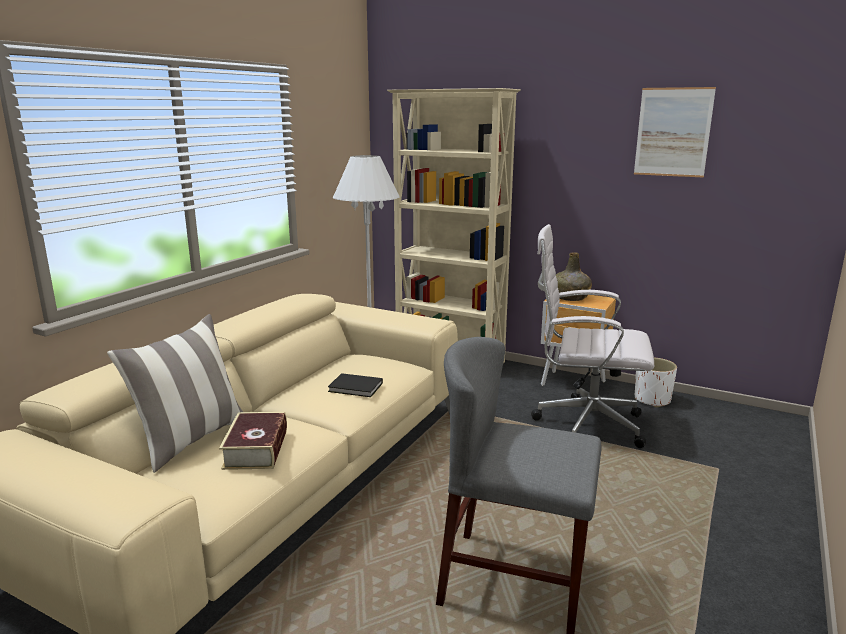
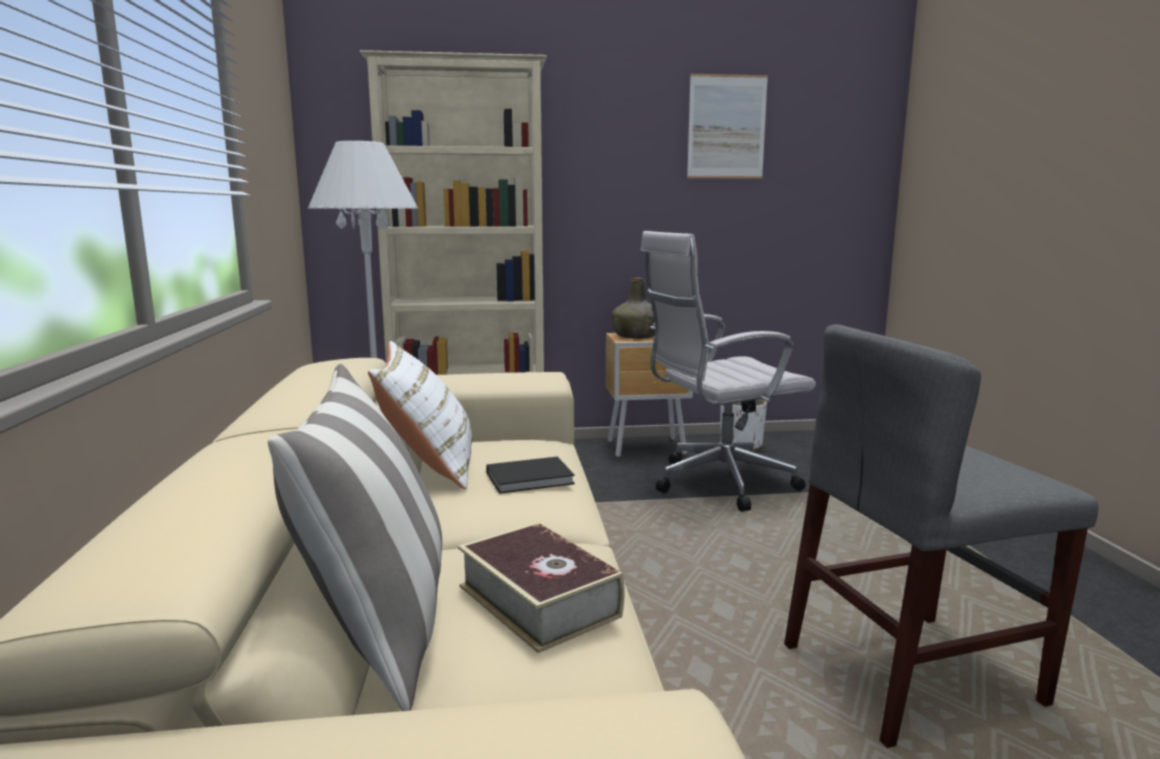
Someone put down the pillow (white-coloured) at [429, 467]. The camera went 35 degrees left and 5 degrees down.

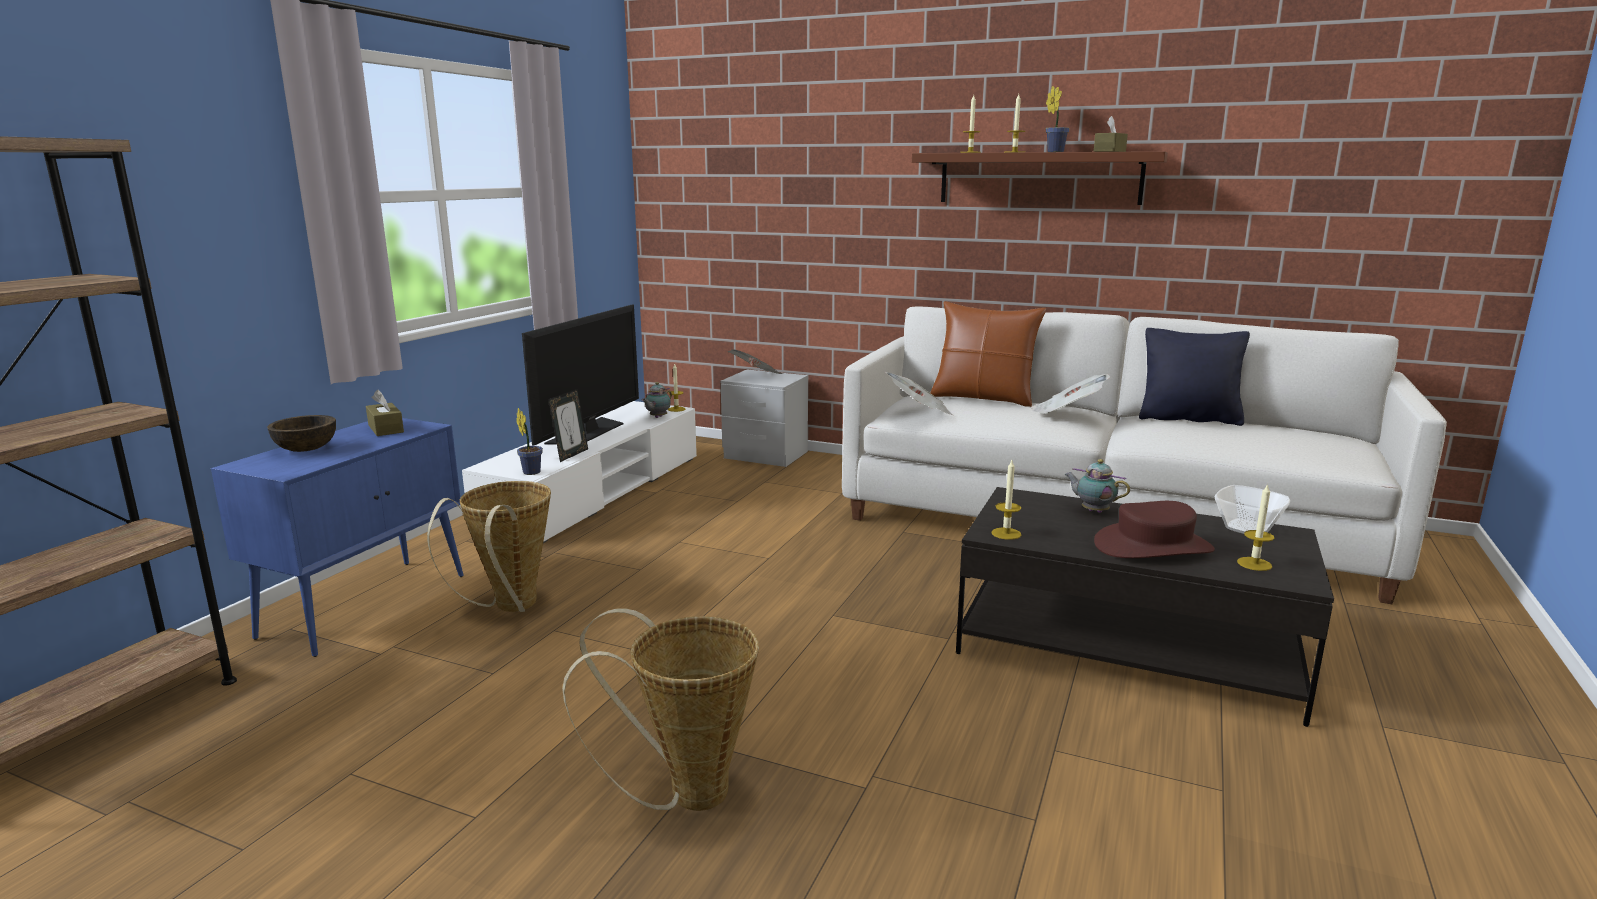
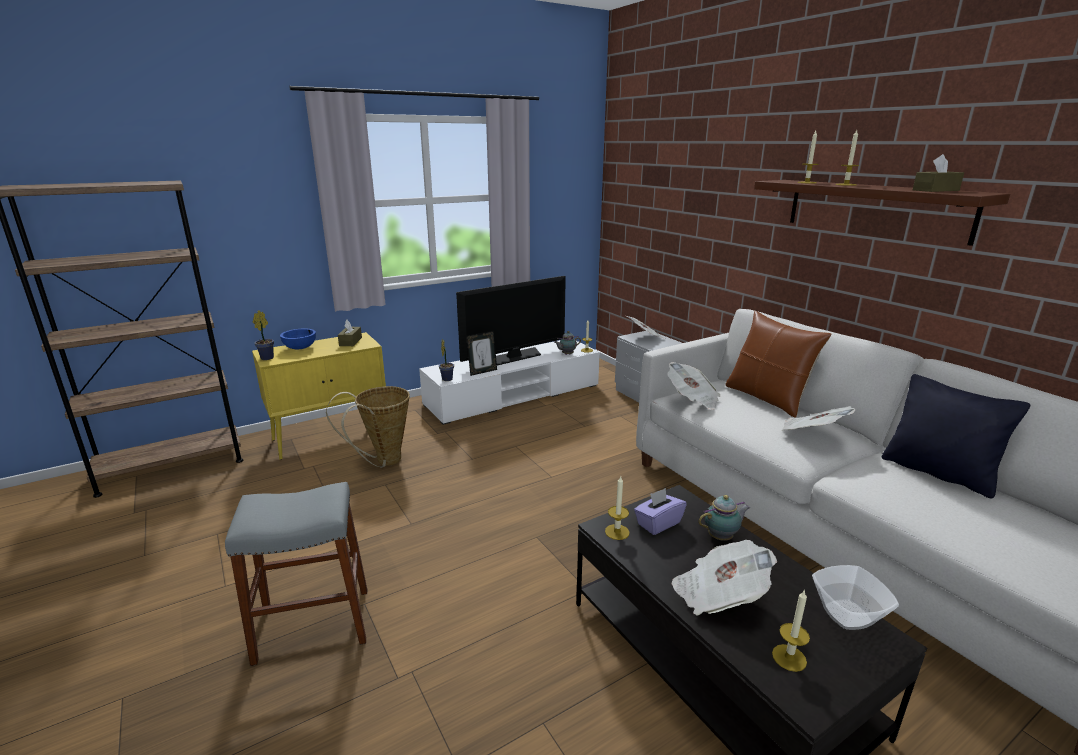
Someone swapped the basket at [685, 793] for the stool seat (grey) at [313, 625]. Someone repainted the storage cabinet (bluish) at [367, 604], which became the storage cabinet (yellowish) at [332, 436]. Someone carried the potted plant from [1054, 152] to [268, 357]. Someone repainted the deep dish (brownish) at [306, 449], which became the deep dish (bluish) at [300, 348]. Someone put down the box of tissues (purple) at [658, 523]. Someone swapped the hat (brownish) at [1153, 546] for the daily paper at [718, 595]. Someone rotated the teapot at [1093, 511] by 90 degrees clockwise. The camera went 35 degrees right and 5 degrees up.

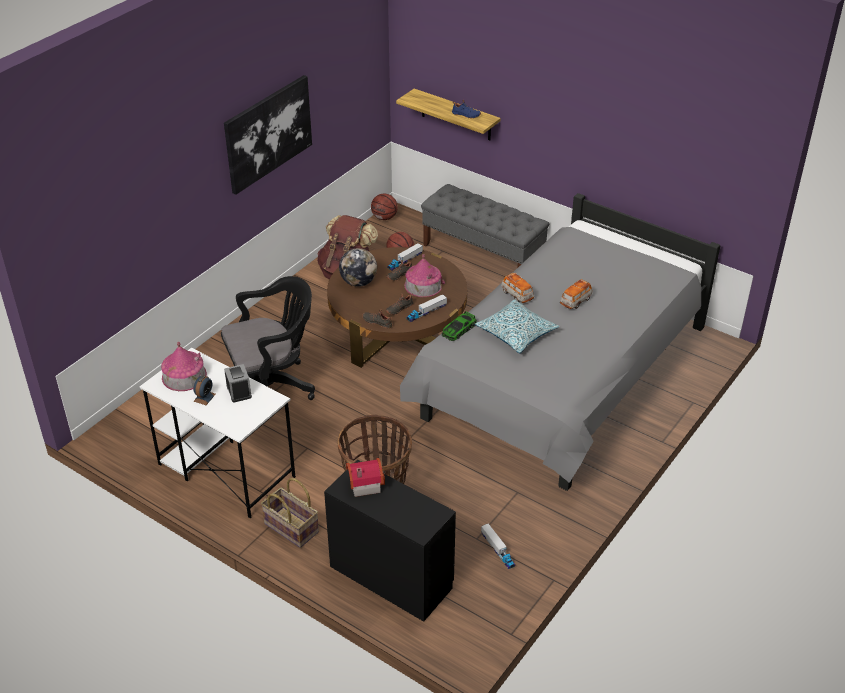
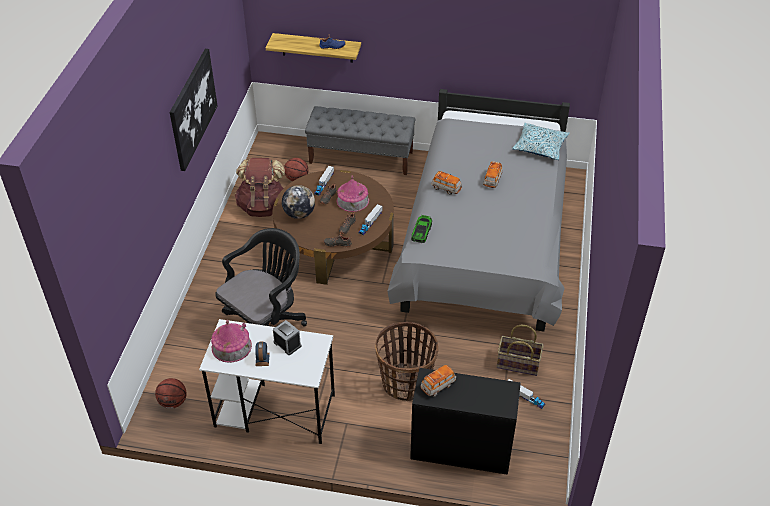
Someone carried the basketball from [384, 217] to [173, 402]. Someone swapped the model house at [363, 483] for the model car at [438, 386]. Someone carried the basket from [290, 528] to [517, 364]. Someone carried the pillow from [516, 333] to [540, 146]. The camera went 25 degrees left and 5 degrees up.

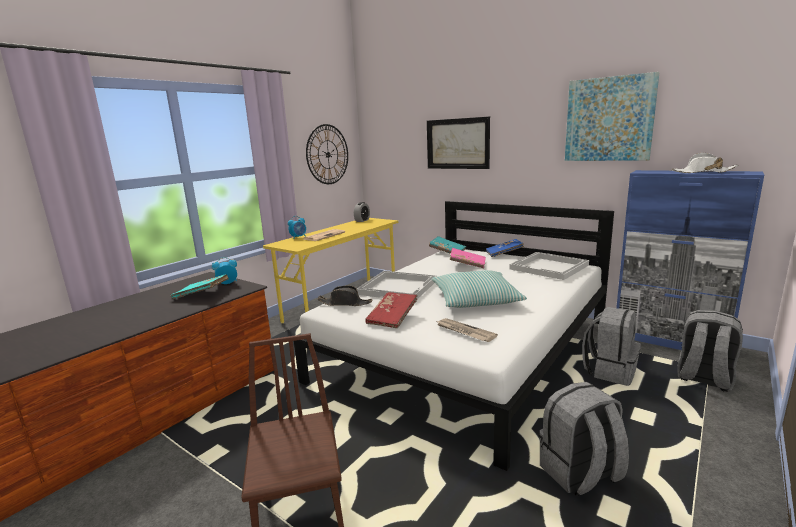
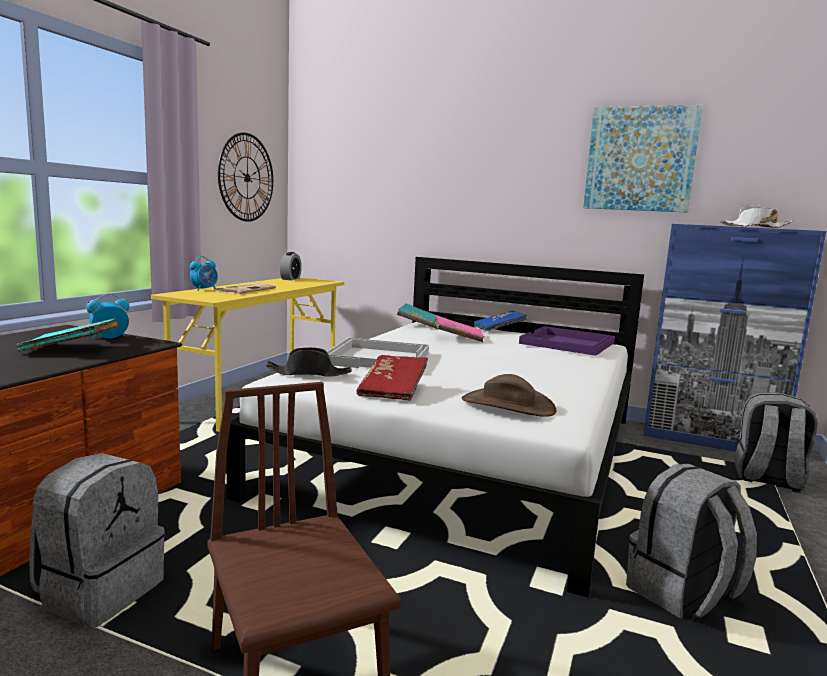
Someone carried the backpack (grey) from [609, 371] to [100, 591]. Someone swapped the daily paper at [464, 331] for the hat (brownish) at [507, 405]. Someone repainted the tray (white-coloured) at [549, 267], which became the tray (purple) at [568, 343]. Someone took away the wall picture at [457, 143]. Someone took away the pillow at [476, 299]. The camera went 15 degrees left and 5 degrees down.

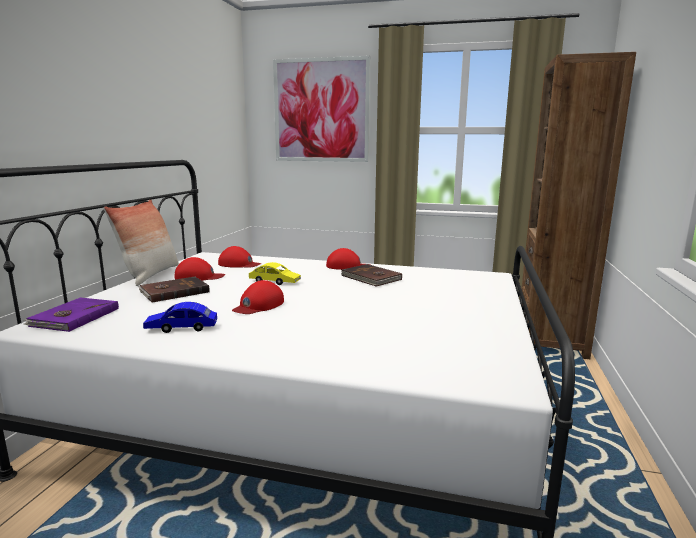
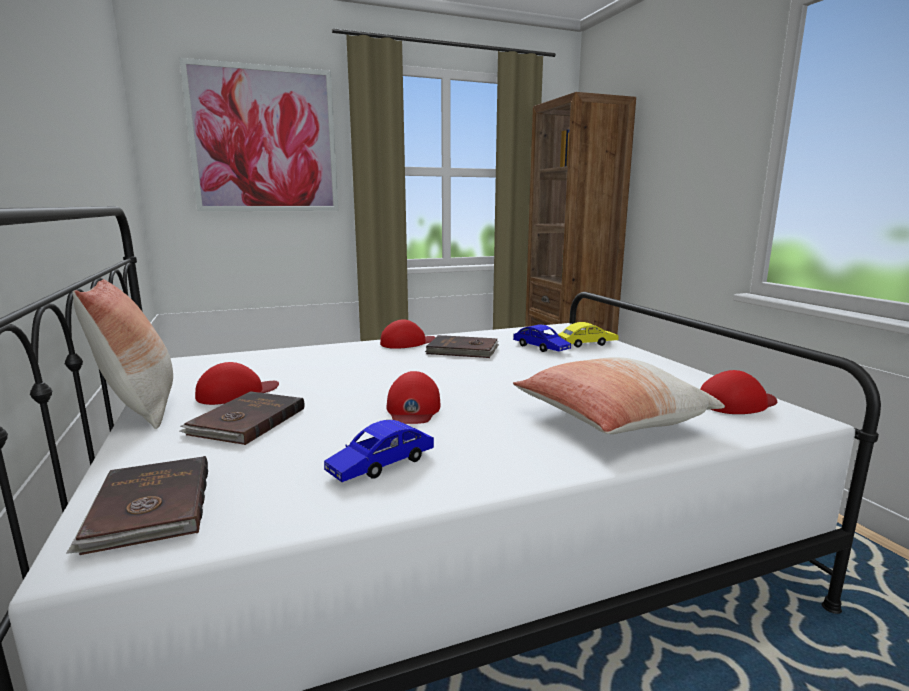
Someone repainted the volume (purple) at [73, 317], which became the volume (brownish) at [149, 508]. Someone put down the model car (bluish) at [541, 348]. Someone put down the pillow at [610, 420]. Someone carried the model car (yellowish) from [274, 282] to [587, 344]. Someone carried the peaked cap (reddish) from [239, 264] to [737, 403]. The camera went 35 degrees left and 0 degrees up.

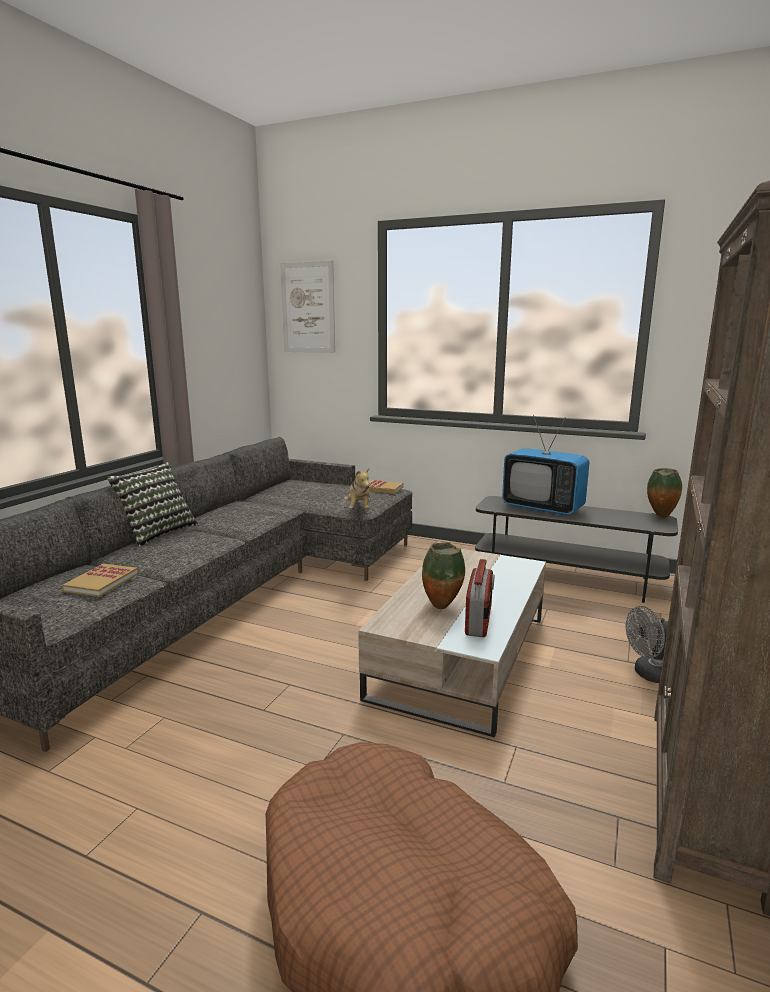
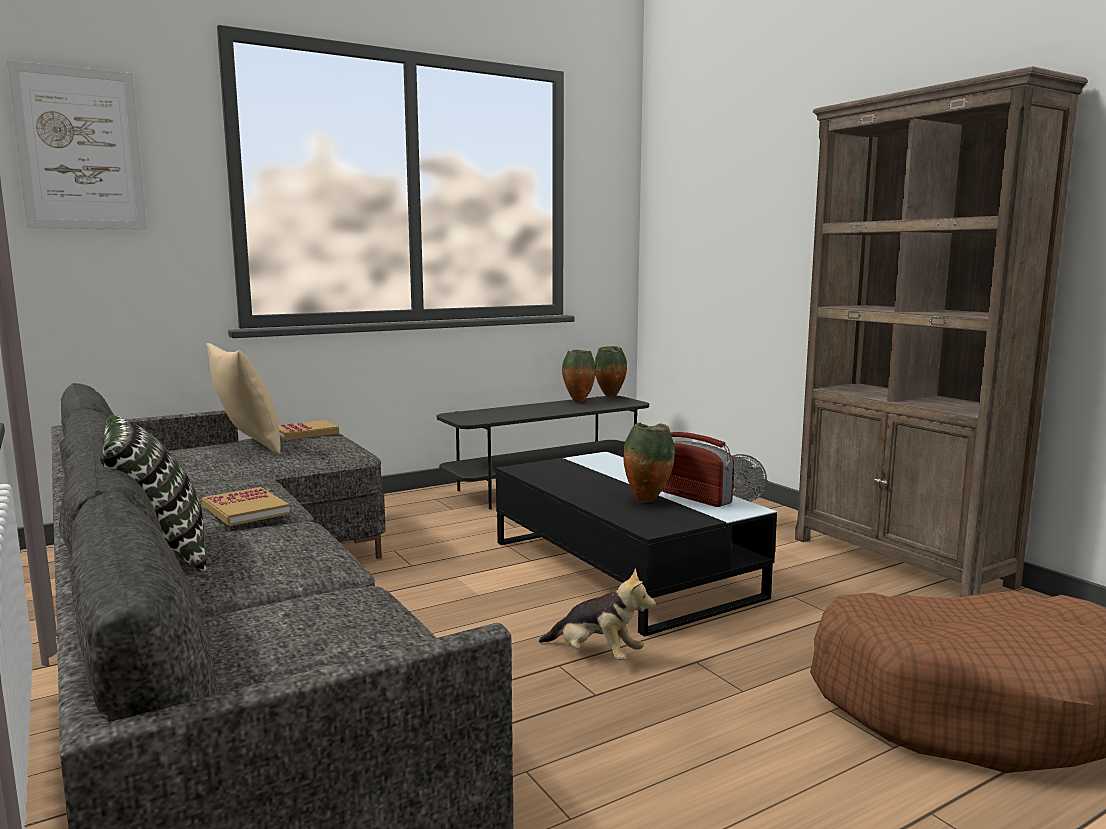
Someone carried the volume from [101, 582] to [245, 510]. Someone put down the pillow (sand-coloured) at [248, 446]. Someone repainted the low table (sand-coloured) at [461, 655], which became the low table (black-coloured) at [621, 568]. Someone carried the cuddly toy from [359, 509] to [596, 655]. Someone put down the decorative vase at [578, 401]. Someone took away the TV at [542, 508]. The camera went 55 degrees left and 5 degrees down.

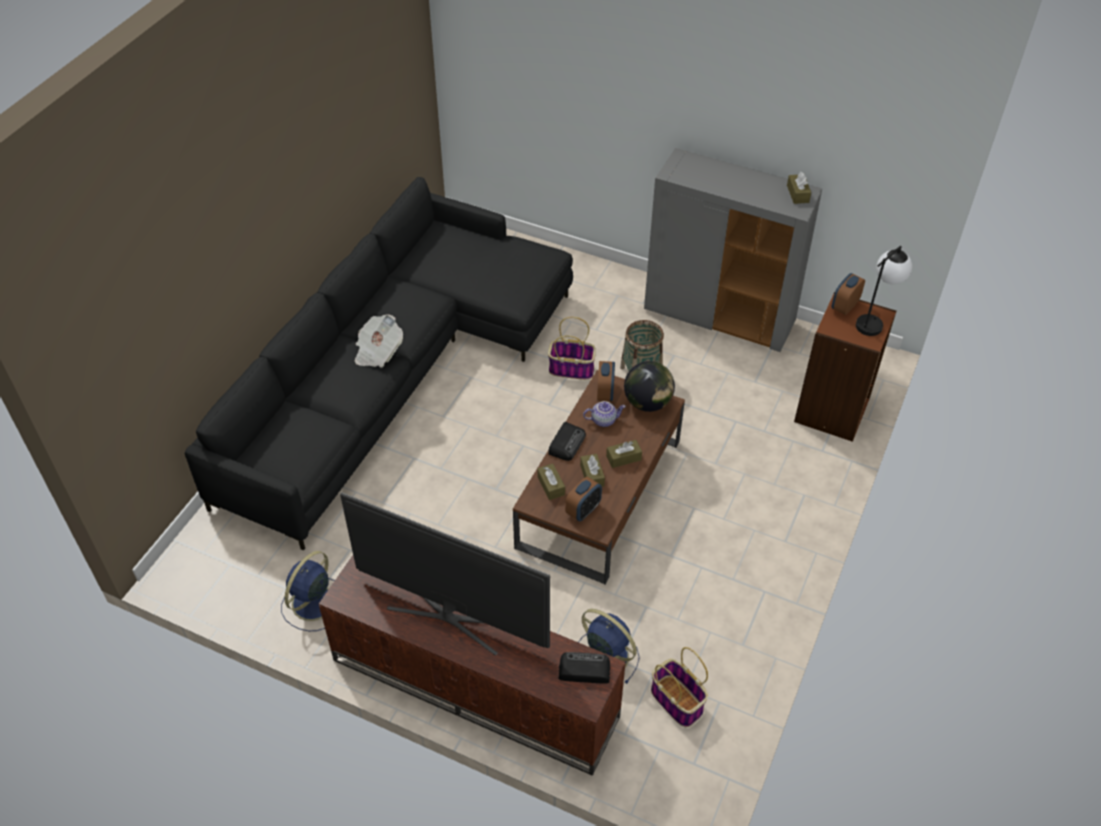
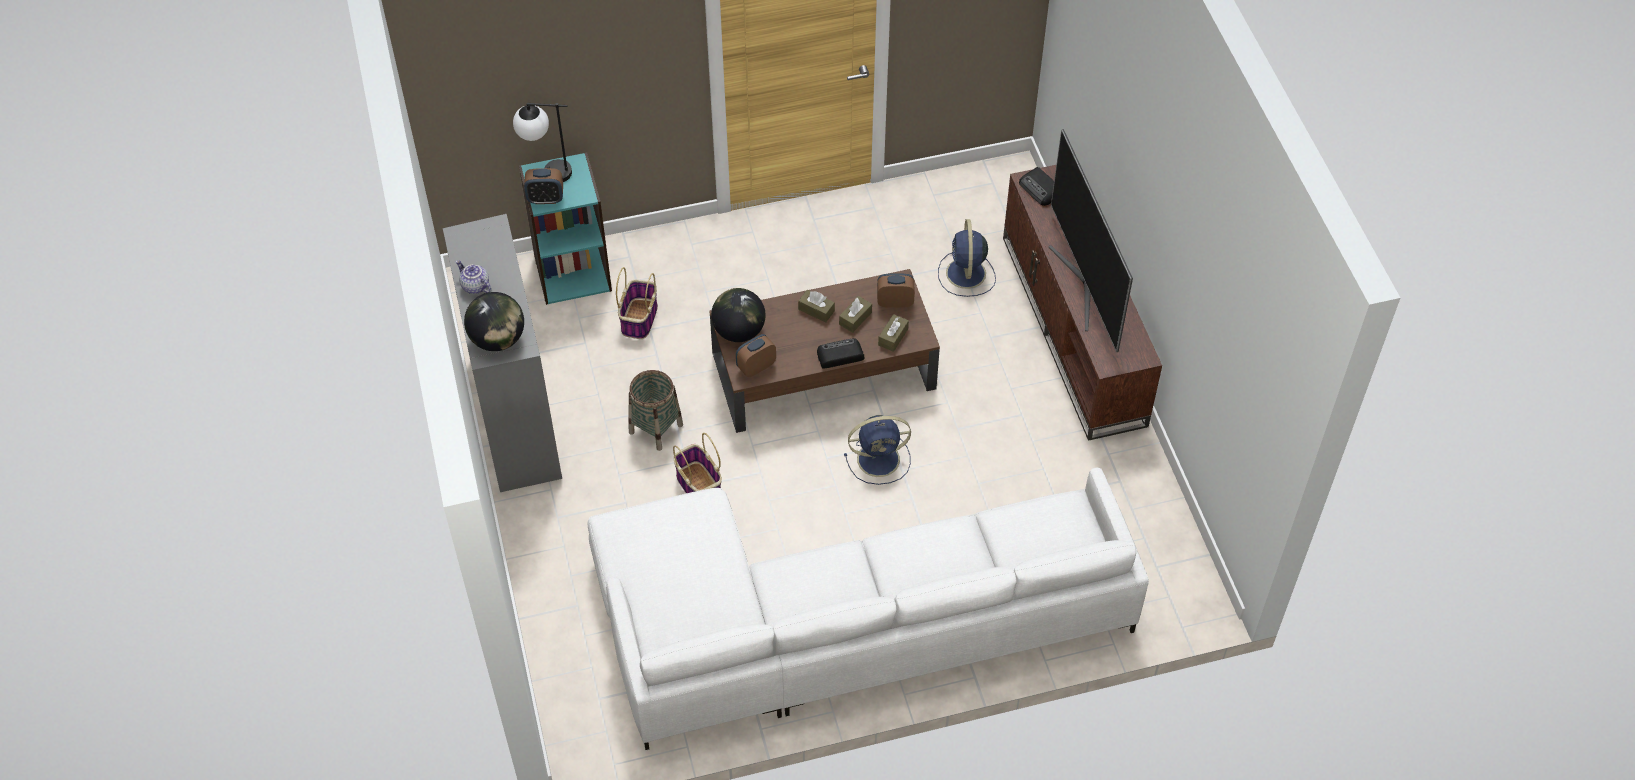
Someone carried the teapot from [603, 420] to [474, 286]. Someone put down the world globe at [498, 339]. Someone repainted the shelving unit (brownish) at [832, 411], which became the shelving unit (turquoise) at [572, 272]. Someone repainted the couch (black-coloured) at [396, 373], which became the couch (white-coloured) at [841, 623]. Someone carried the basket from [677, 701] to [639, 318]. Someone carried the fan (bluish) from [311, 604] to [880, 459]. Someone took away the daily paper at [378, 352]. Someone took away the box of tissues (brownish) at [797, 194]. The camera went 130 degrees left and 5 degrees up.

